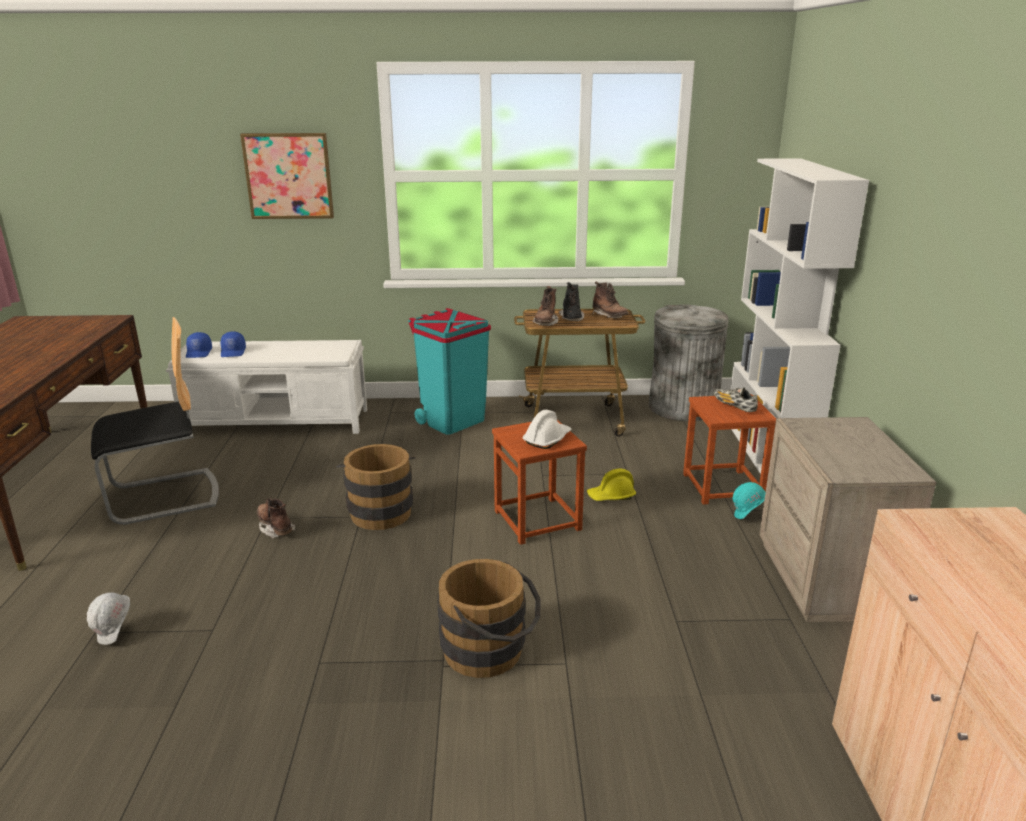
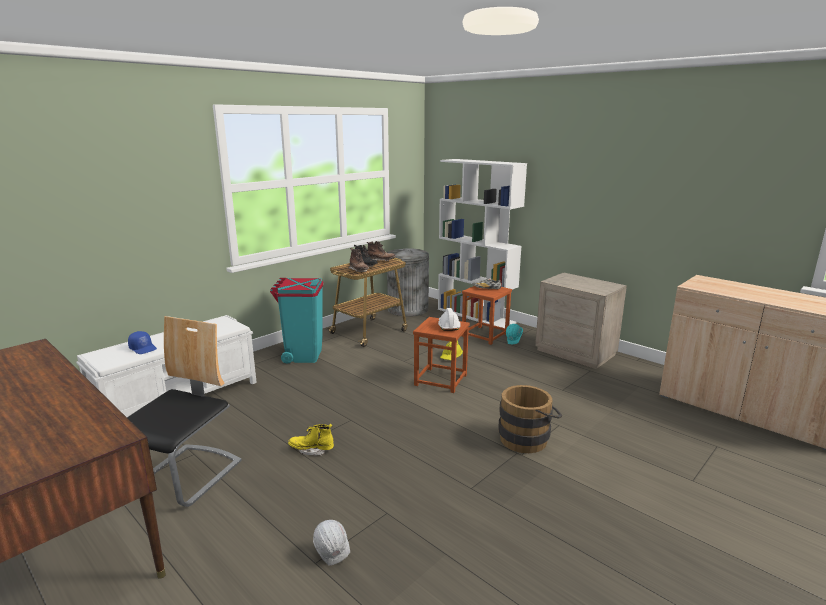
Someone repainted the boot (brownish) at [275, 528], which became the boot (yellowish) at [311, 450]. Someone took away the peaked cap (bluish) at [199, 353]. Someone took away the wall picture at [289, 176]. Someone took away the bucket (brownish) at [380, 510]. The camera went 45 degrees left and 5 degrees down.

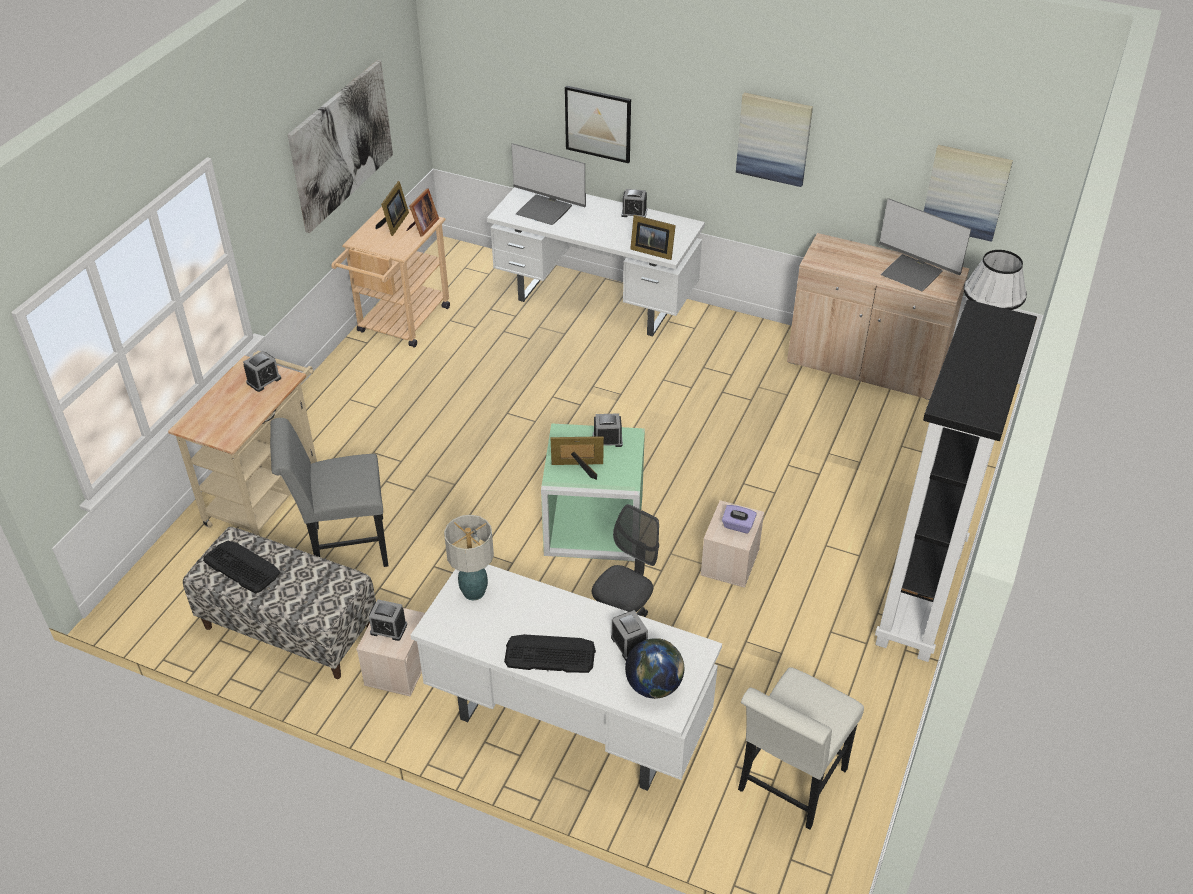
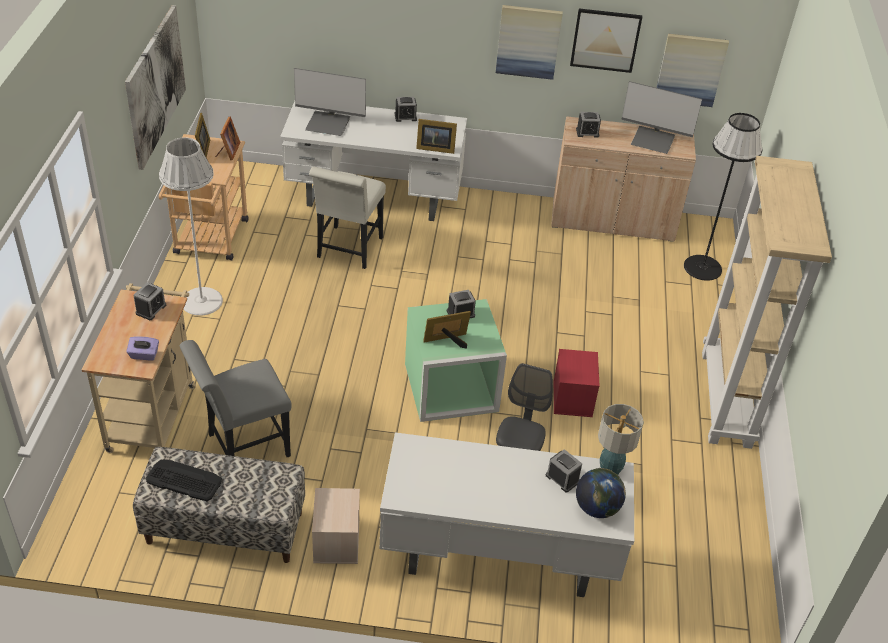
Someone carried the box of tissues (purple) from [738, 526] to [144, 355]. Someone put down the standard lamp (white-coloured) at [201, 301]. Someone carried the chair (white-coloured) from [788, 785] to [348, 250]. Someone repainted the storage box (sand-coloured) at [730, 562], which became the storage box (reddish) at [573, 399]. Someone carried the wall picture from [598, 123] to [605, 40]. Someone carried the alarm clock from [388, 629] to [587, 132]. Someone carried the tabletop lamp from [474, 591] to [609, 469]. Someone repainted the shelving unit (black-coloured) at [921, 597], which became the shelving unit (sand-coloured) at [727, 399]. Someone took away the computer keyboard at [549, 654]. The camera went 20 degrees left and 0 degrees up.

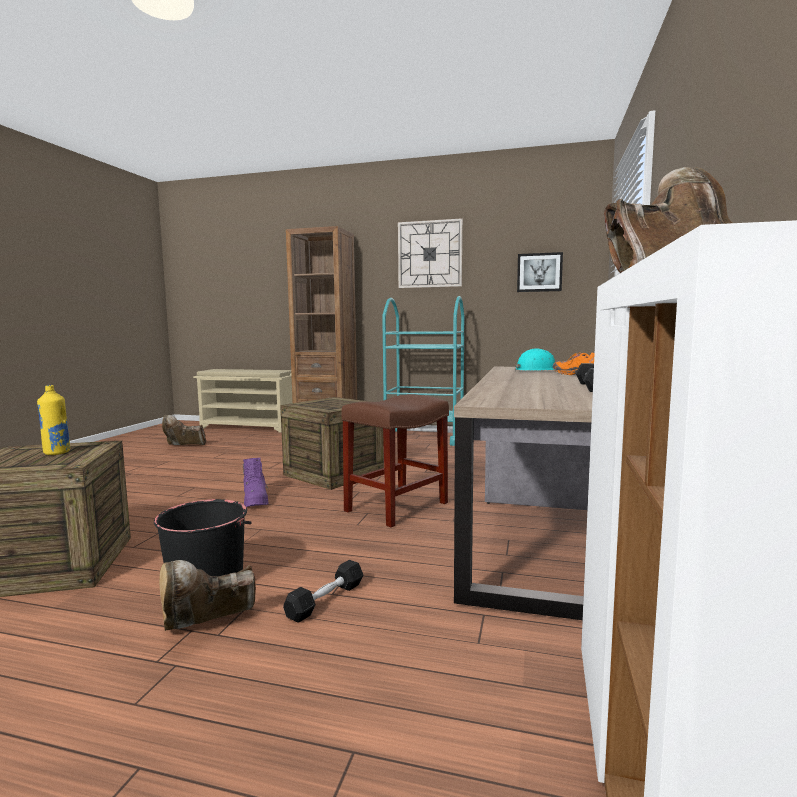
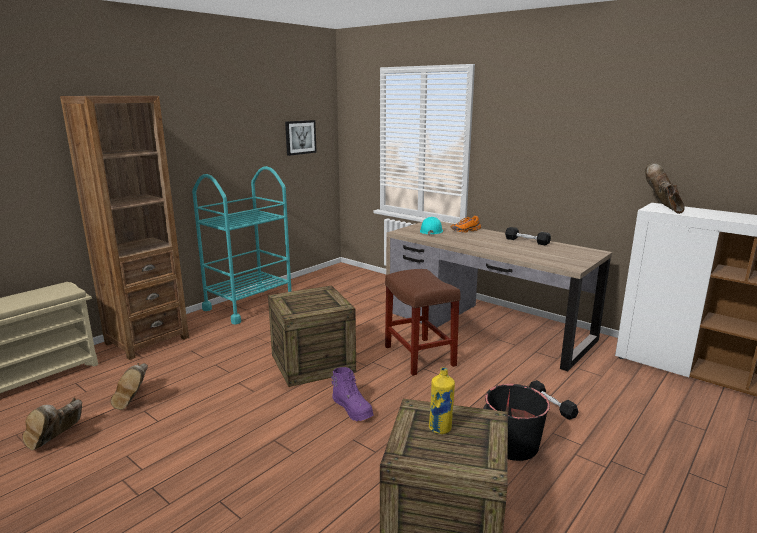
Someone carried the boot (brownish) from [207, 628] to [134, 400]. Someone rotated the boot (purple) at [255, 500] by 45 degrees clockwise. Someone took away the wall clock at [430, 254]. The camera went 65 degrees left and 10 degrees up.

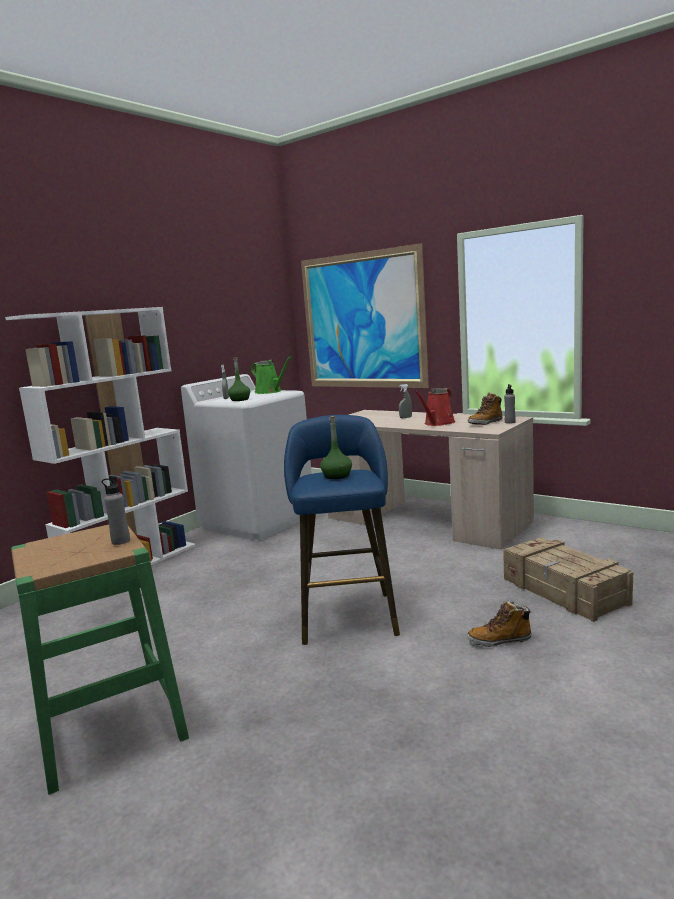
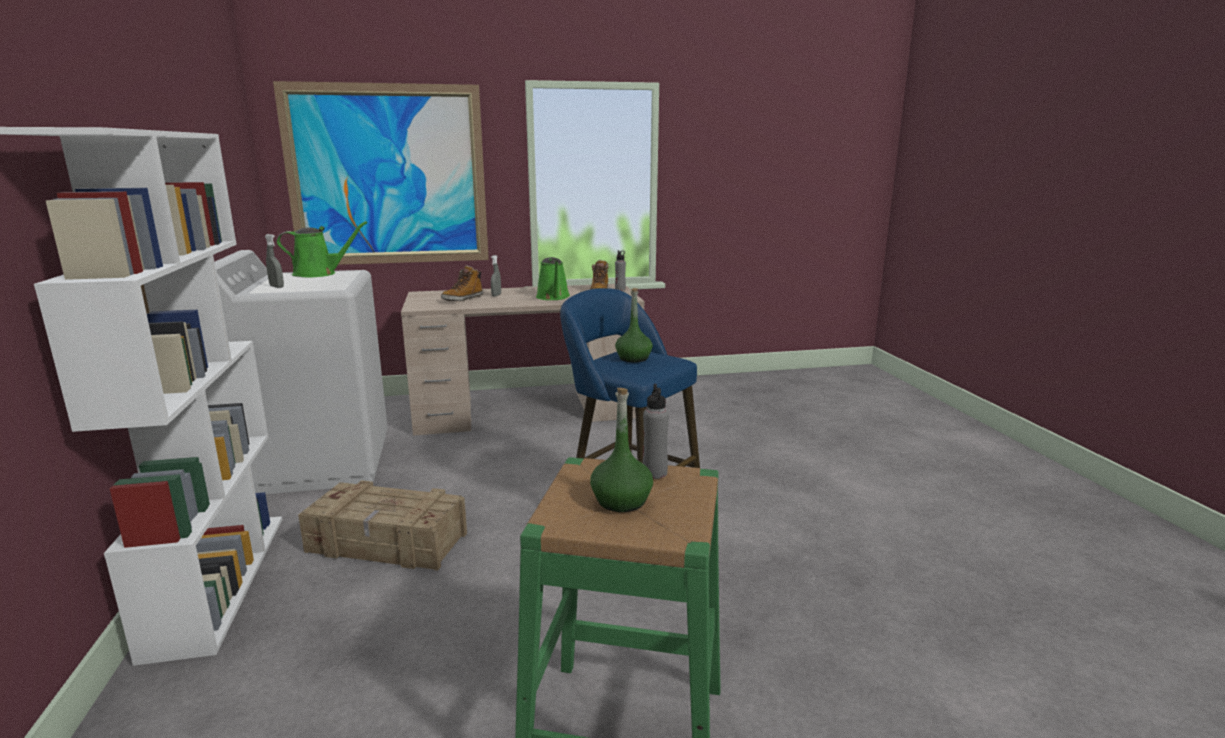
Someone carried the crate from [564, 592] to [387, 543]. Someone carried the boot from [500, 640] to [462, 299]. Someone repainted the sprinkling can (reddish) at [438, 423], which became the sprinkling can (green-coloured) at [553, 297]. Someone carried the drink bottle (green-coloured) from [240, 400] to [621, 501]. The camera went 50 degrees left and 5 degrees up.

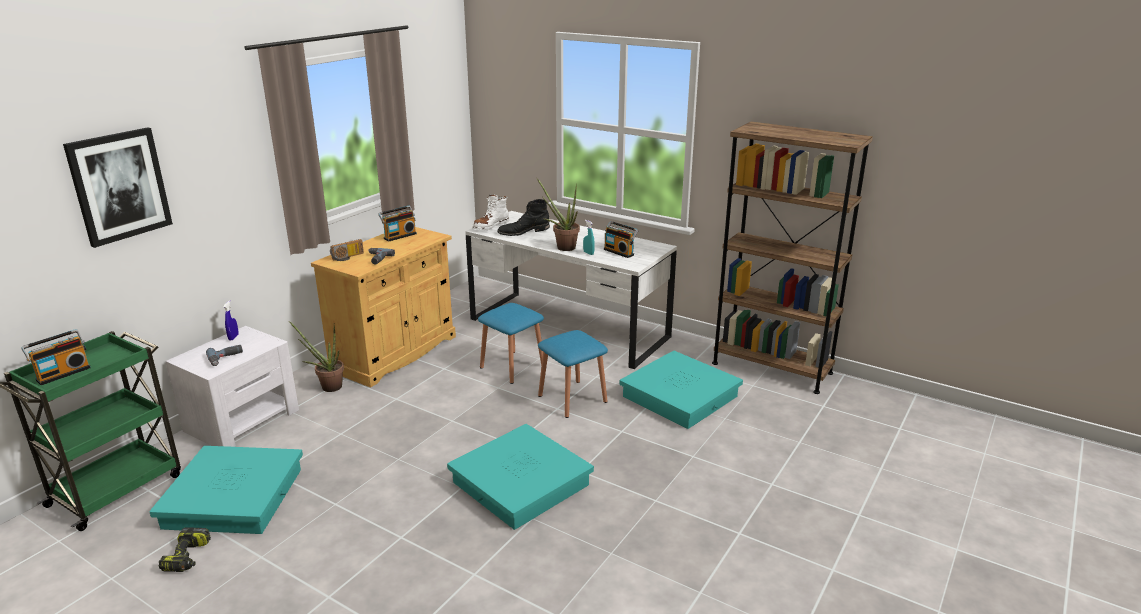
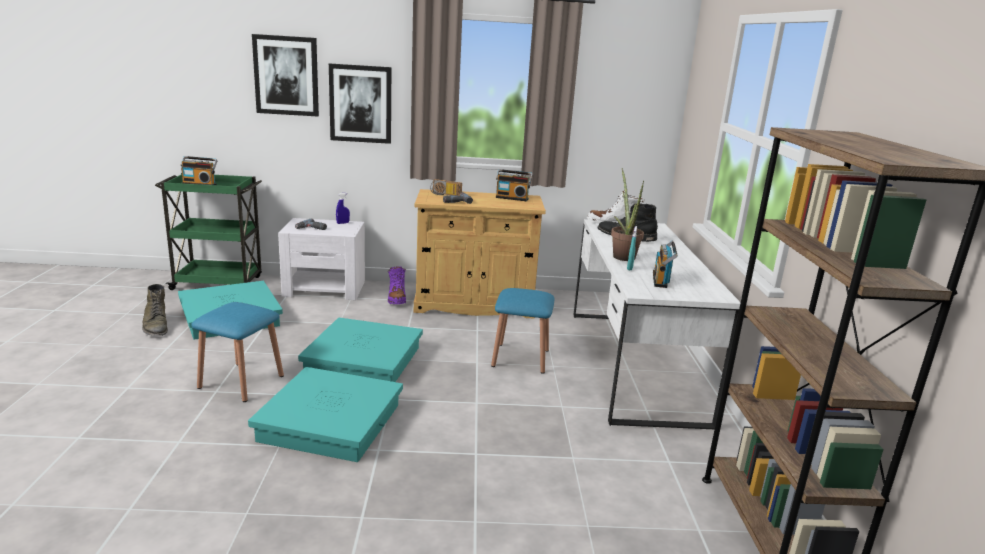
Someone swapped the power drill at [188, 557] for the boot (green-coloured) at [156, 326]. Someone carried the stool seat (bluish) from [572, 398] to [241, 381]. Someone carried the storage box (turquoise) from [680, 396] to [364, 360]. Someone put up the wall picture at [360, 104]. Someone swapped the potted plant at [327, 386] for the boot (purple) at [396, 298]. The camera went 55 degrees right and 5 degrees down.

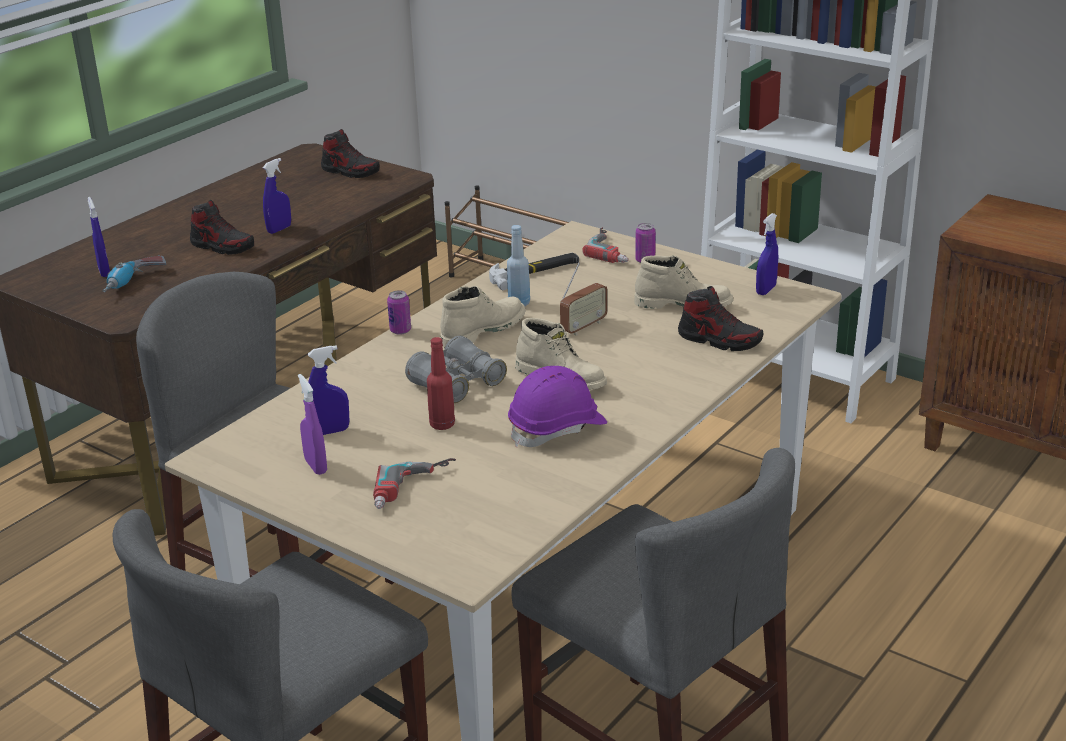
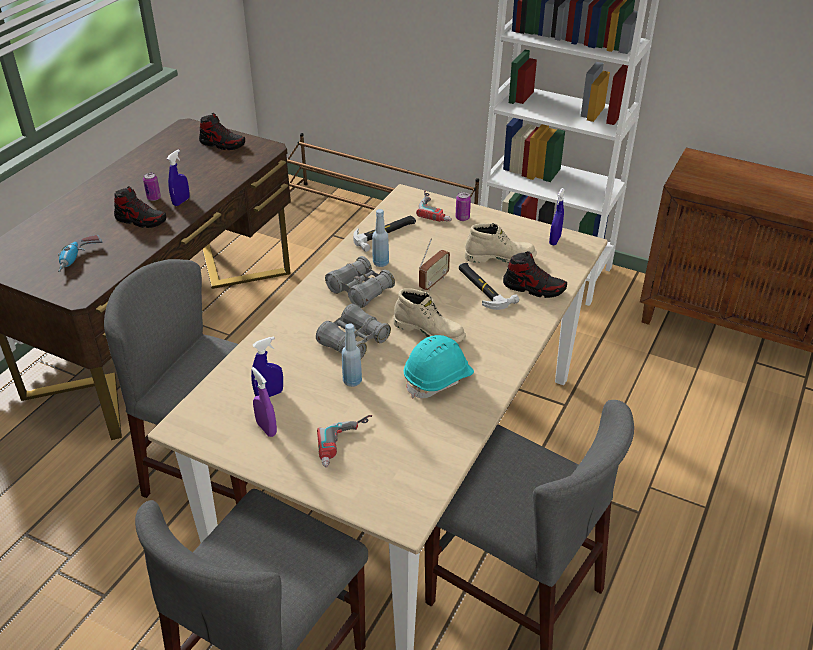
Someone carried the metal can from [400, 330] to [154, 198]. Someone swapped the boot (sand-coloured) at [482, 330] for the field glasses (grey) at [360, 290]. Someone repainted the drink bottle (reddish) at [442, 424], which became the drink bottle (bluish) at [352, 381]. Someone repainted the hard hat (purple) at [557, 429], which became the hard hat (turquoise) at [438, 379]. Someone put down the hammer at [483, 288]. Someone took away the sprayer (bluish) at [104, 272]. The camera went 10 degrees left and 10 degrees up.

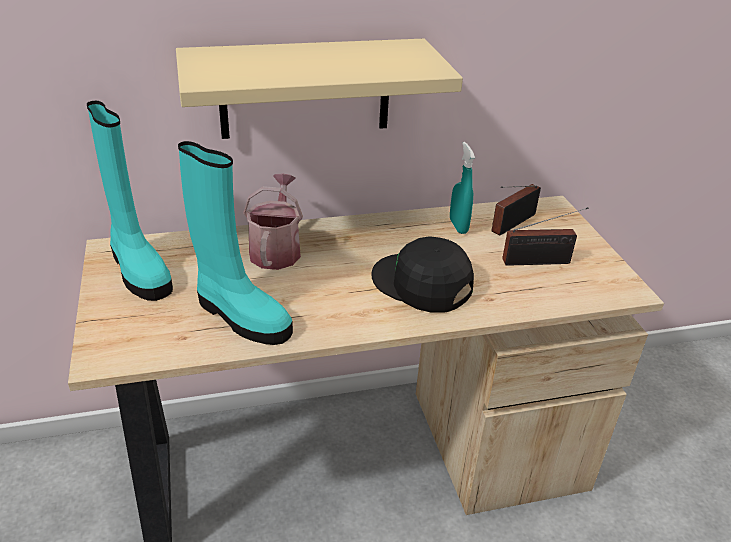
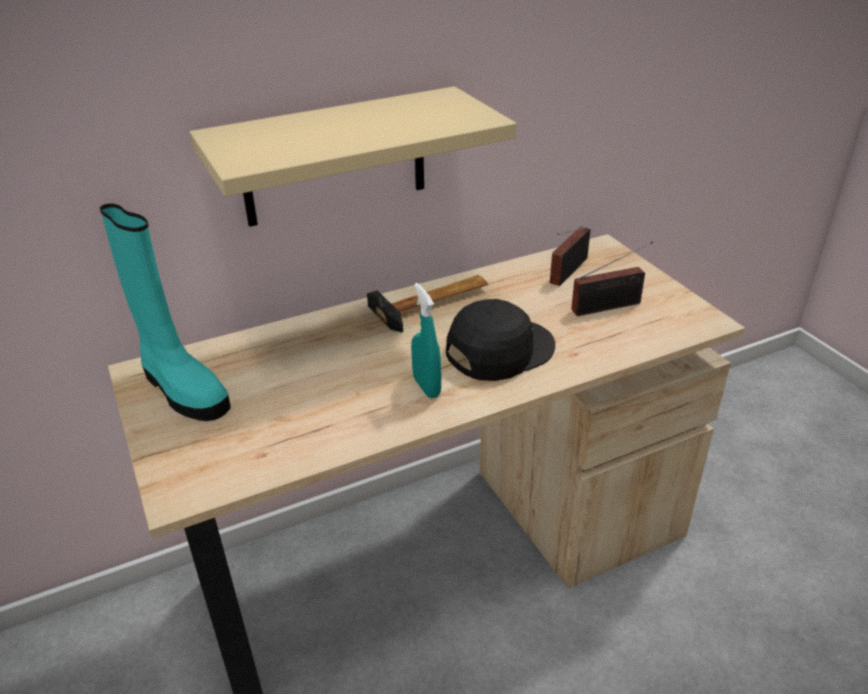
Someone put down the hammer at [434, 303]. Someone carried the sprayer (turquoise) from [458, 226] to [426, 387]. Someone rotated the peaked cap (black-coloured) at [422, 284] by 120 degrees clockwise. Someone took away the boot (turquoise) at [240, 316]. Someone took away the sprinkling can at [276, 249]. The camera went 10 degrees left and 0 degrees up.

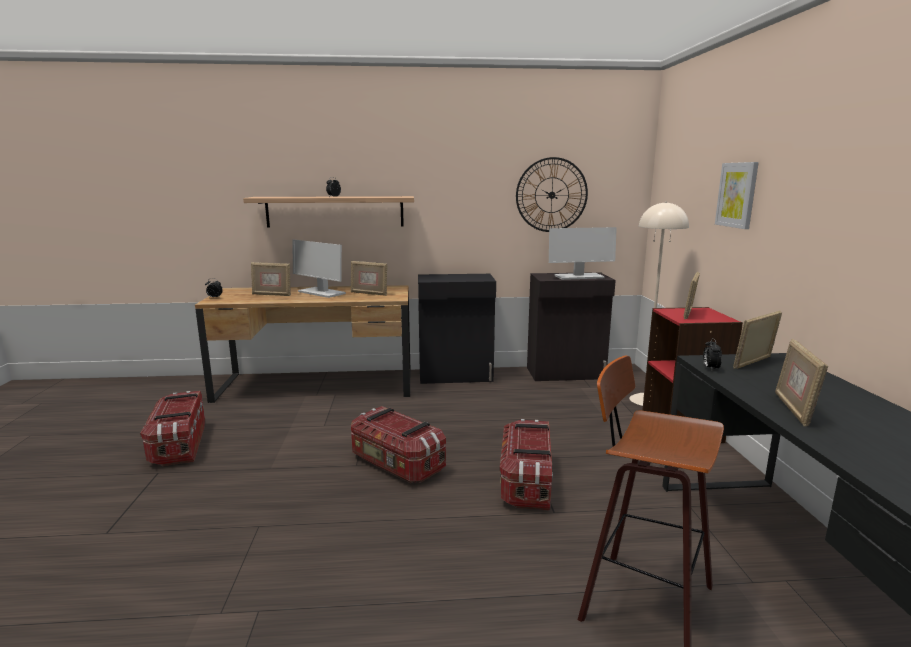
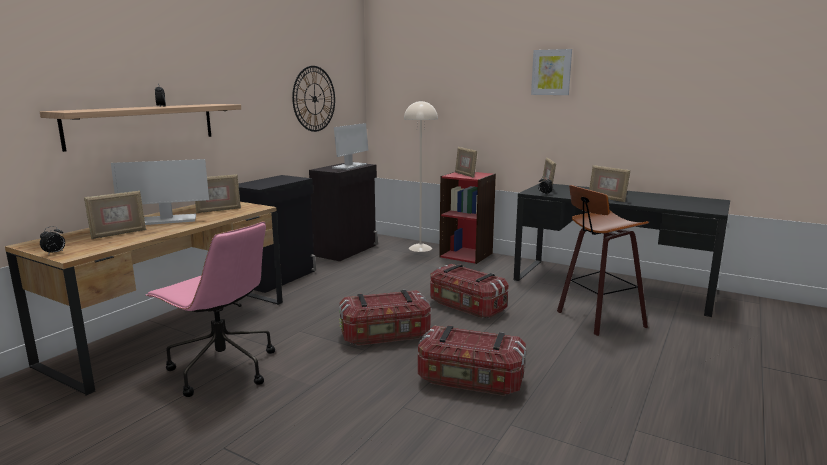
Someone put down the office chair (pink-coloured) at [221, 368]. Someone carried the storage box from [179, 445] to [470, 381]. Someone carried the wall picture from [737, 195] to [551, 72]. The camera went 55 degrees left and 0 degrees up.

